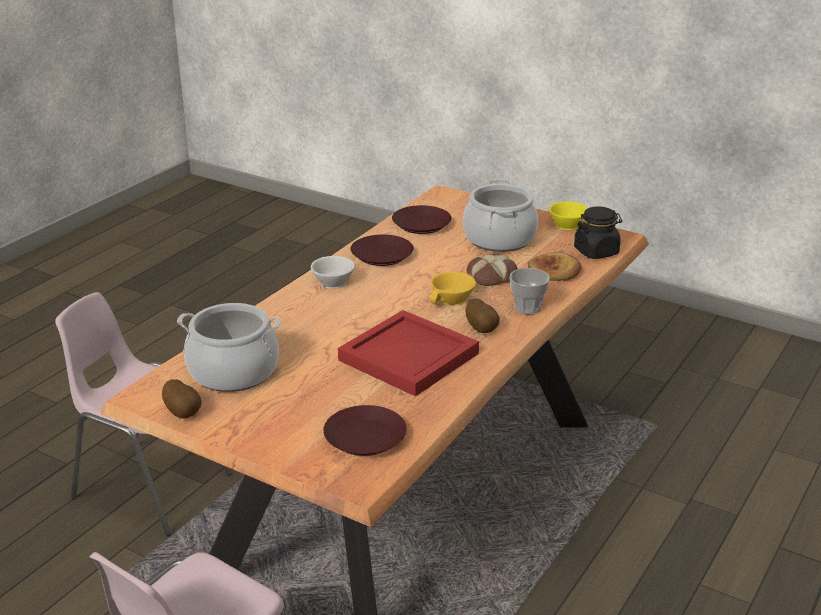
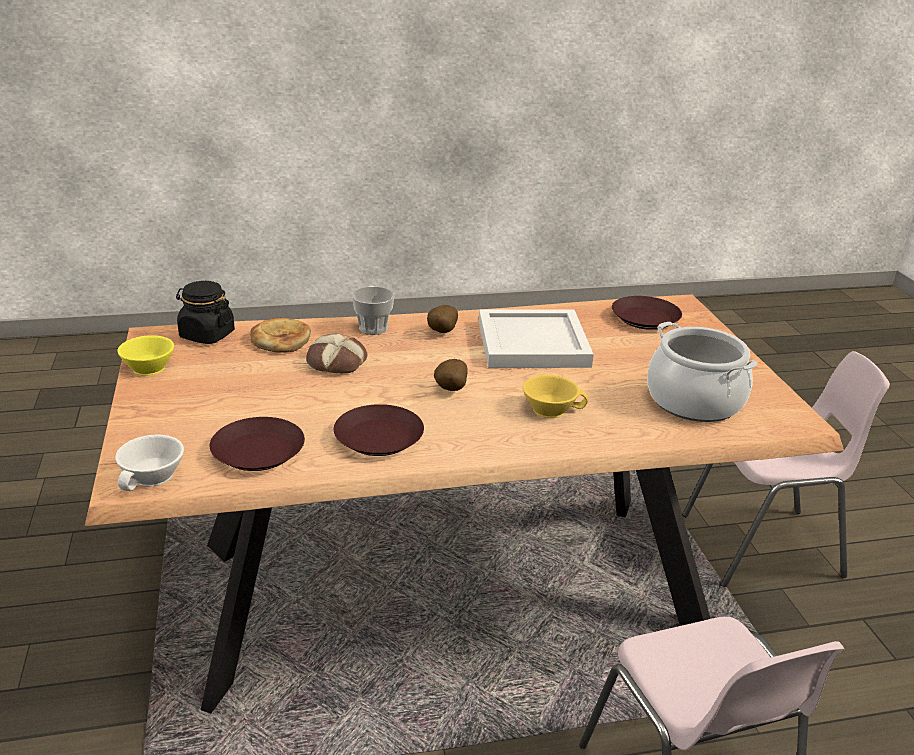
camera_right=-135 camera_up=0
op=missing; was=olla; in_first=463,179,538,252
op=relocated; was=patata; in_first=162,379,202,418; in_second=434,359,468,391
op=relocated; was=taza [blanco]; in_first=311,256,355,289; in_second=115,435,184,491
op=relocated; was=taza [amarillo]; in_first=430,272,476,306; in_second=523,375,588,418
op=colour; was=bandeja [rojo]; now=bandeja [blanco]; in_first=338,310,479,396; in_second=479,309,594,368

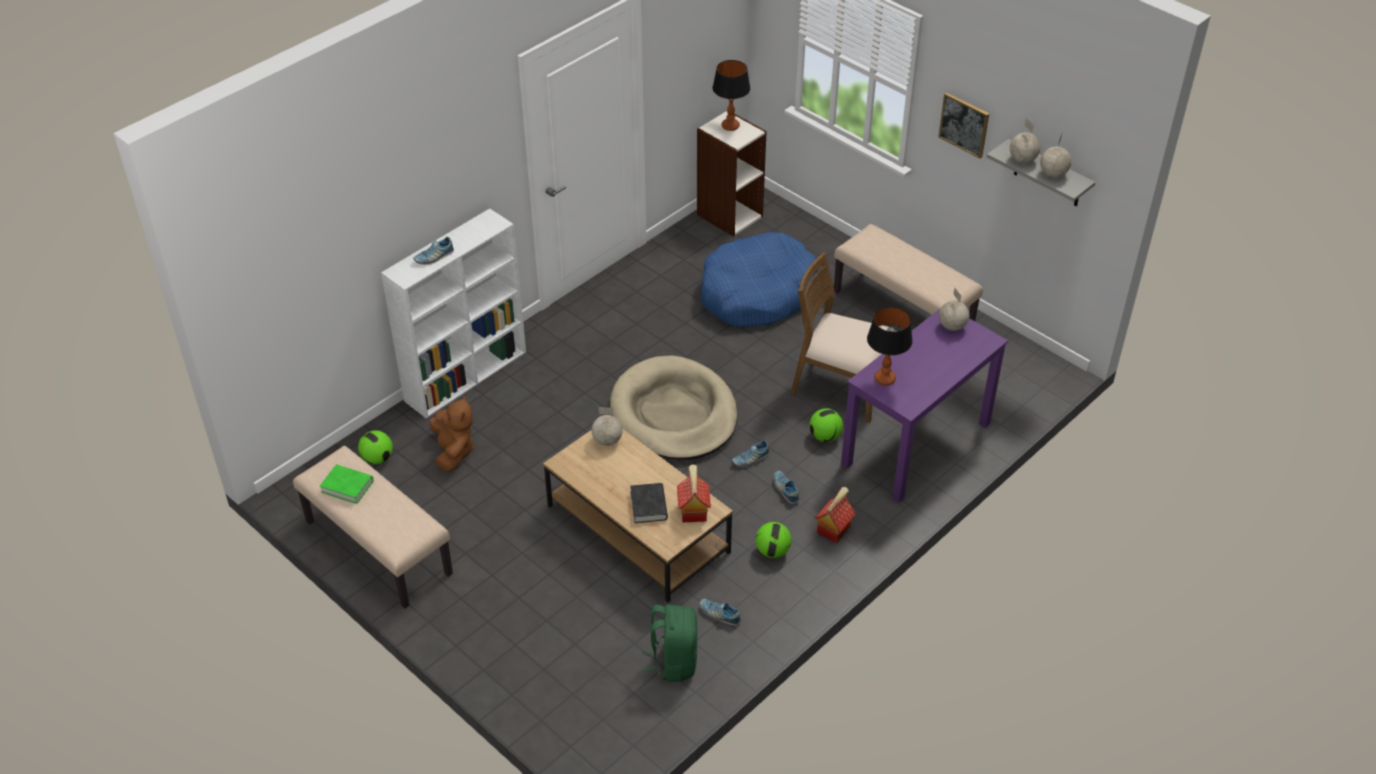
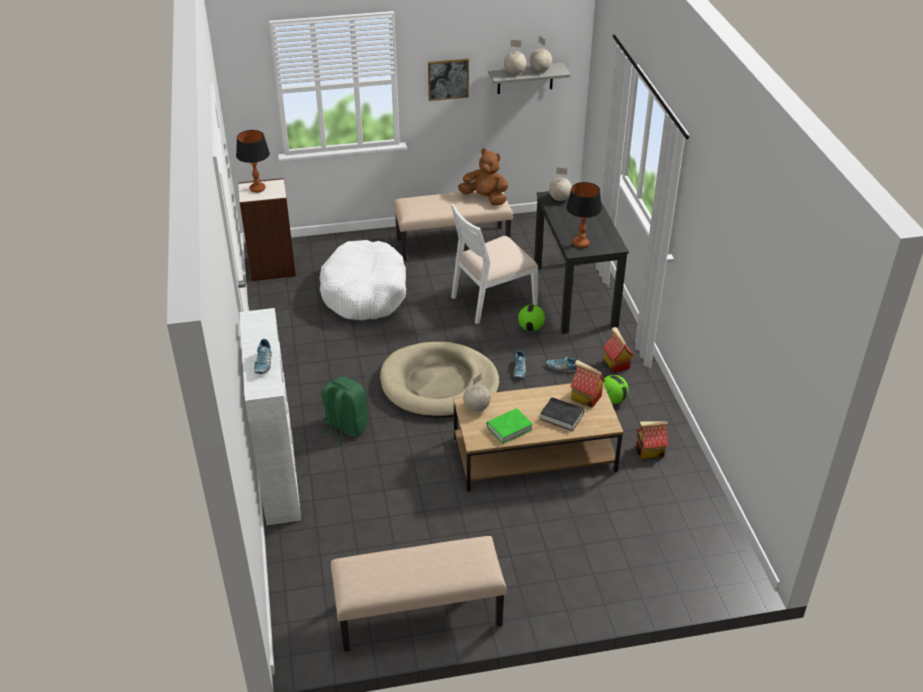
camera_right=-55 camera_up=-5
op=missing; was=balón de fútbol; in_first=358,430,393,464
op=relocated; was=libro [verde]; in_first=320,464,374,504; in_second=487,408,533,444
op=relocated; was=peluche [marrón]; in_first=430,396,474,472; in_second=458,148,509,206
op=relocated; was=mochila [verde]; in_first=643,604,697,682; in_second=322,376,368,444
op=exchanged; was=zapato; now=casita; in_first=700,599,741,626; in_second=636,422,668,460
op=colour; was=cama para perro [azul]; now=cama para perro [blanco]; in_first=701,232,818,327; in_second=320,240,406,320
op=colour; was=silla [marrón]; now=silla [blanco]; in_first=791,252,896,423; in_second=451,203,538,324
op=colour; was=escritorio [morado]; now=escritorio [negro]; in_first=841,308,1008,503; in_second=534,191,629,334

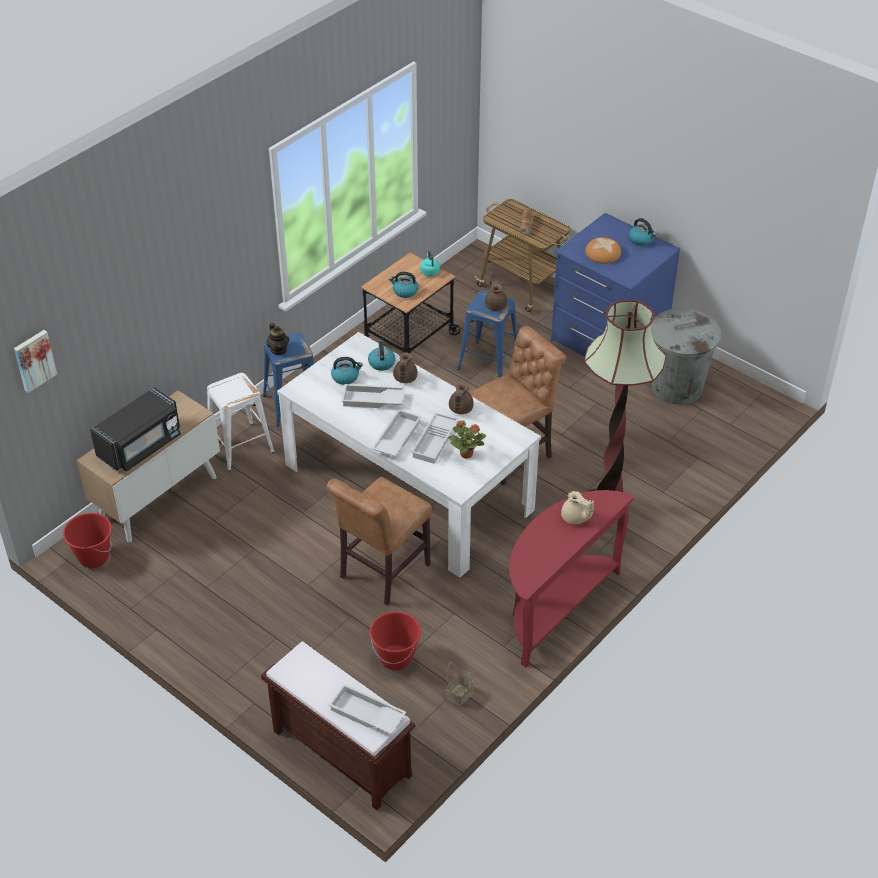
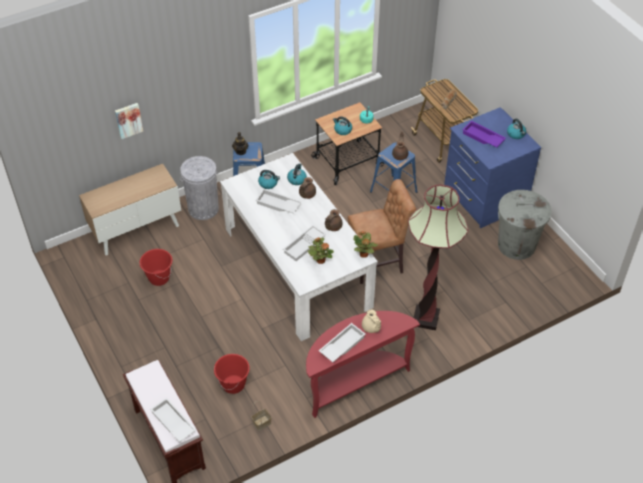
camera_right=20 camera_up=5
op=missing; was=microondas [negro]; in_first=90,387,181,472
op=missing; was=silla [marrón]; in_first=326,477,432,605
op=appeared; now=planta en maceta; in_second=354,231,378,258
op=relocated; was=cuadro; in_first=14,330,57,393; in_second=115,103,143,139
op=relocated; was=cubo [rojo]; in_first=63,513,112,568; in_second=140,249,172,286
op=relocated; was=bandeja [blanco]; in_first=371,409,422,456; in_second=319,323,366,362
op=exchanged; was=taburete [blanco]; now=papelera [gris]; in_first=207,373,275,471; in_second=180,156,219,220
op=exchanged; was=pan; now=bandeja [morado]; in_first=585,237,621,264; in_second=462,121,506,148

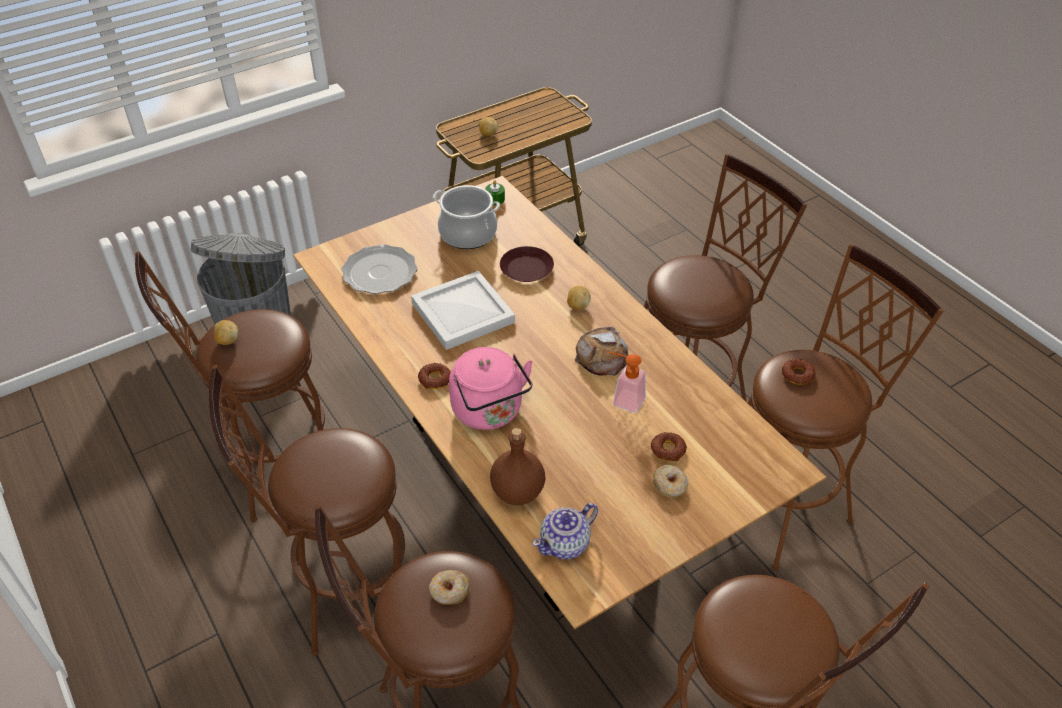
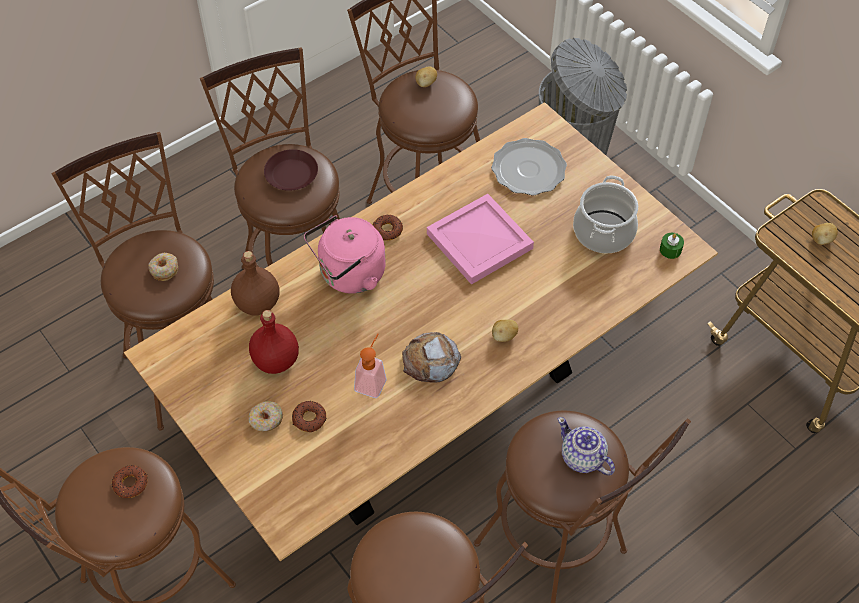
camera_right=85 camera_up=10
op=appeared; now=botella [rojo]; in_second=249,310,299,374
op=relocated; was=plato [marrón]; in_first=500,246,554,282; in_second=264,149,318,191
op=relocated; was=tetera; in_first=532,503,598,559; in_second=558,417,615,475
op=relocated; was=rosquilla; in_first=782,359,815,385; in_second=112,465,148,498
op=colour; was=bandeja [blanco]; now=bandeja [rosa]; in_first=411,271,515,350; in_second=427,194,534,285

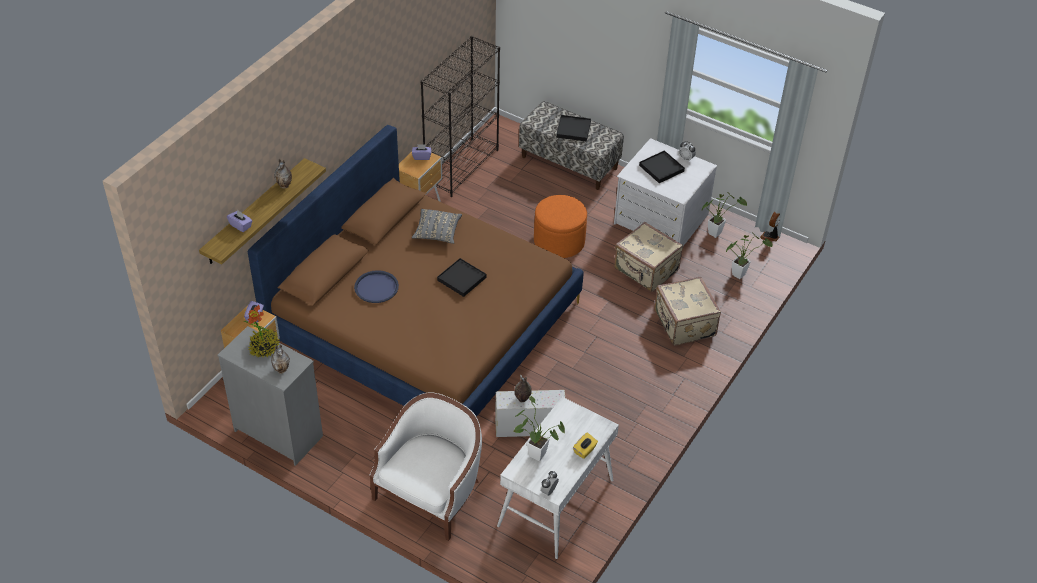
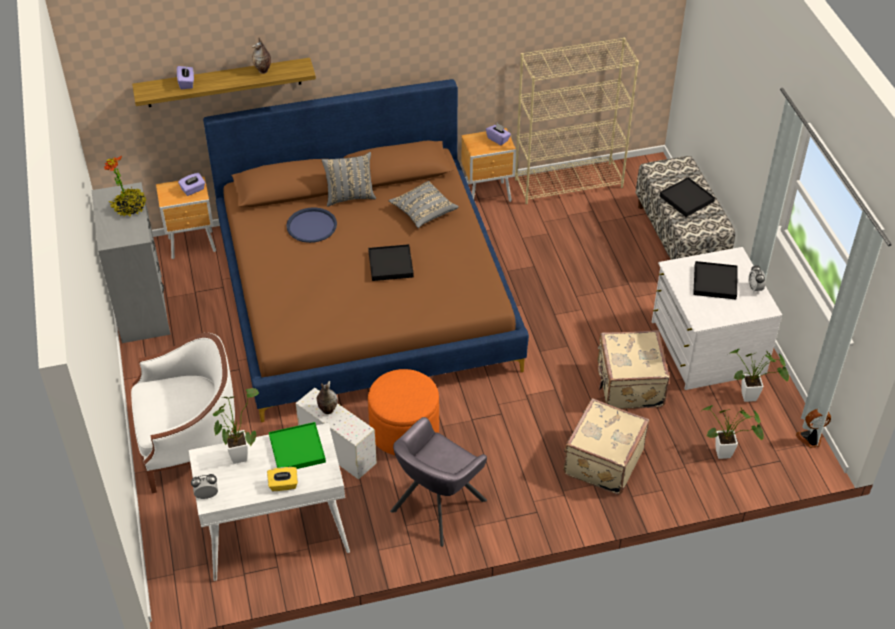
camera_right=45 camera_up=0
op=missing; was=florero; in_first=271,345,290,374
op=appeared; now=bandeja [verde]; in_second=269,422,326,469
op=appeared; now=cojín [gris]; in_second=321,152,376,207
op=appeared; now=sillón [gris]; in_second=390,417,487,547
op=relocated; was=puf [naranja]; in_first=534,195,587,258; in_second=368,369,439,455
op=colour; was=estantería [negro]; now=estantería [beis]; in_first=421,36,500,197; in_second=515,38,639,204

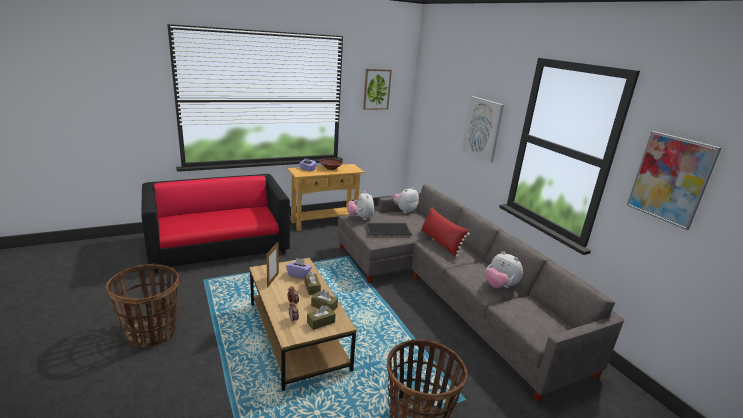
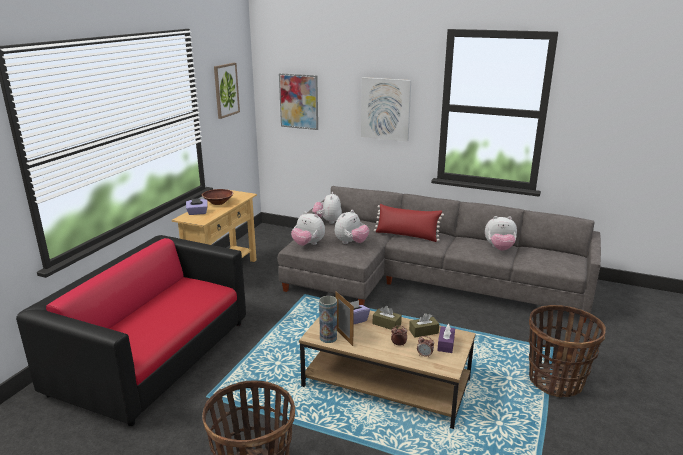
camera_right=-40 camera_up=0
op=appeared; now=florero; in_second=319,296,337,343
op=relocated; was=cuadro; in_first=627,131,721,230; in_second=279,73,318,130
op=exchanged; was=bandeja; now=peluche; in_first=366,223,412,235; in_second=335,210,369,244
op=colour; was=caja de pañuelos [marrón]; now=caja de pañuelos [morado]; in_first=307,305,336,330; in_second=437,324,455,353

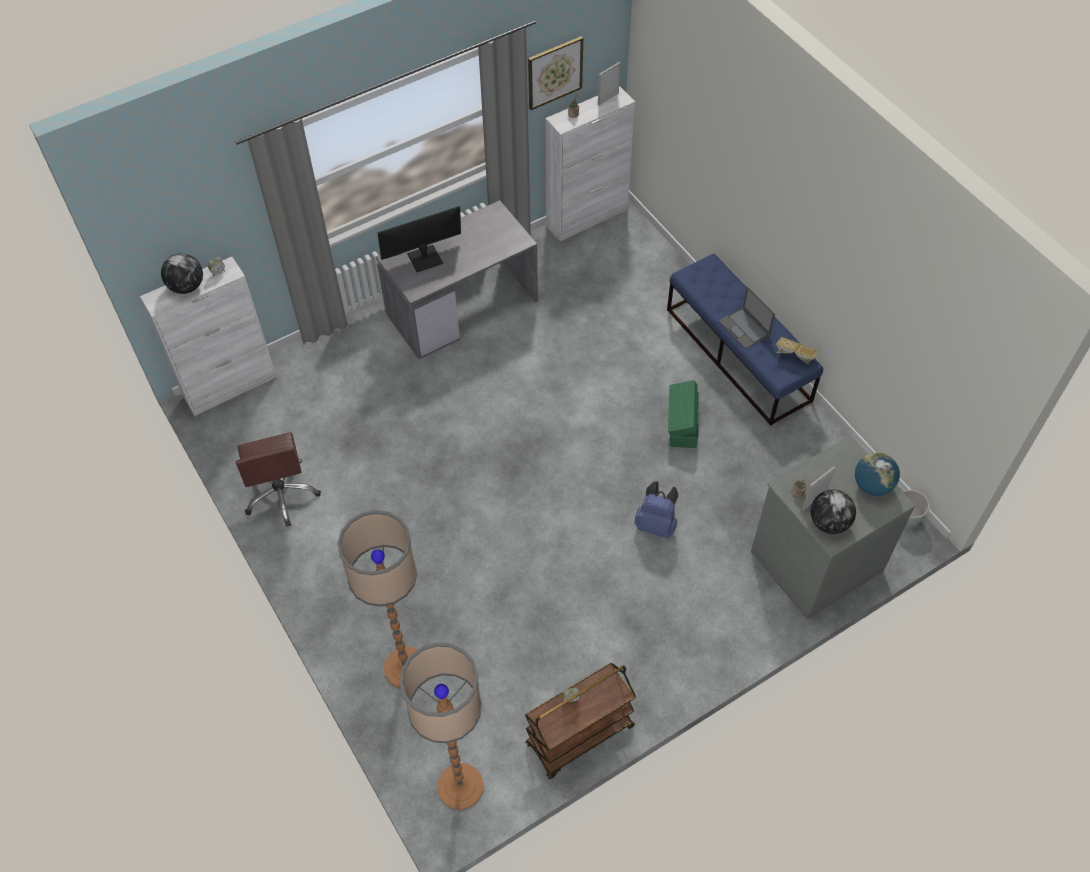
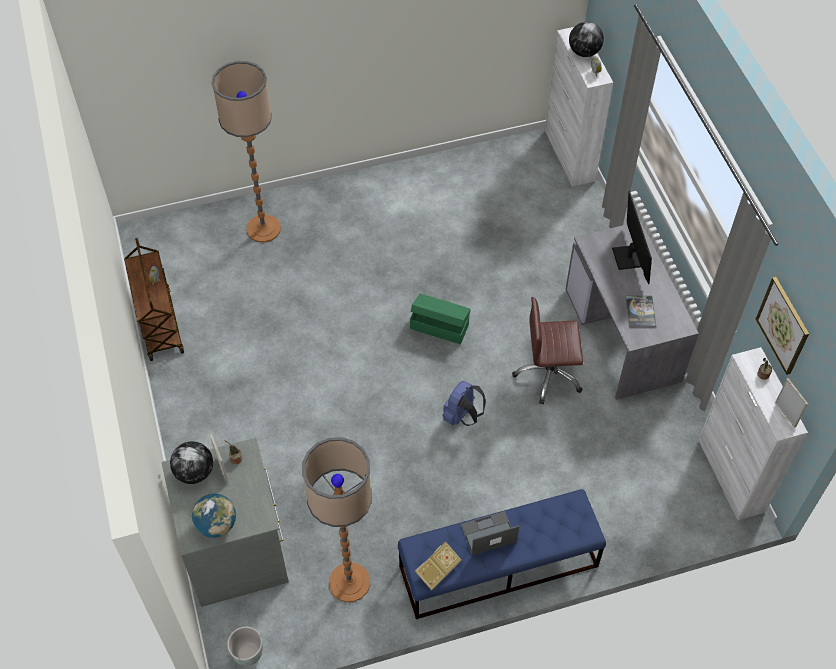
camera_right=105 camera_up=0
op=appeared; now=libro; in_second=626,296,656,327
op=relocated; was=silla de oficina [marrón]; in_first=236,432,321,527; in_second=512,297,583,405
op=relocated; was=lámpara de pie; in_first=400,643,484,810; in_second=302,437,372,602
op=relocated; was=mochila [azul]; in_first=634,481,678,538; in_second=442,381,486,426
op=relocated; was=caja de almacenaje [verde]; in_first=668,380,699,448; in_second=410,294,471,344

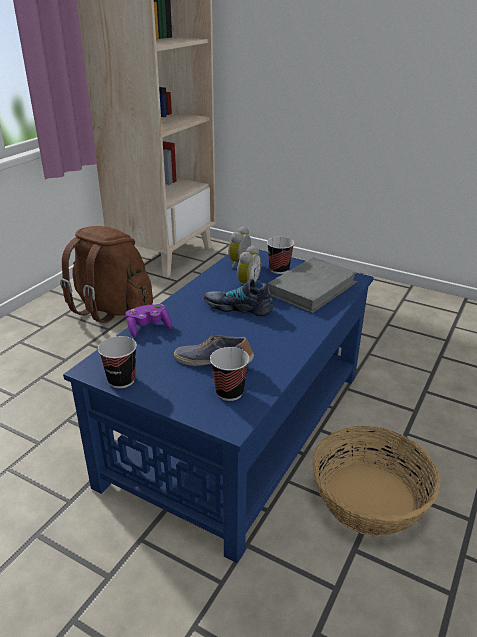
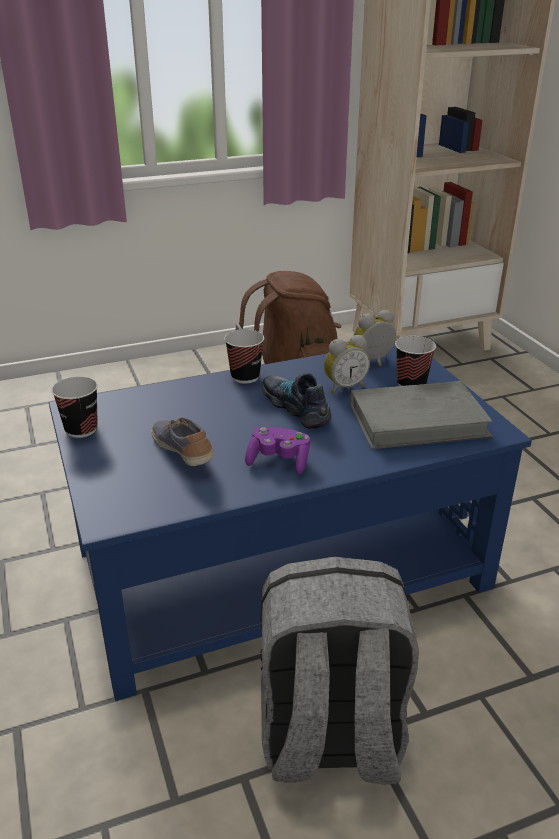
camera_right=40 camera_up=0
op=relocated; was=mando de consola [morado]; in_first=125,304,172,337; in_second=245,427,310,474
op=relocated; was=taza; in_first=210,347,249,401; in_second=224,329,264,384
op=exchanged; was=cesta; now=mochila [gris]; in_first=312,426,440,536; in_second=261,557,419,784

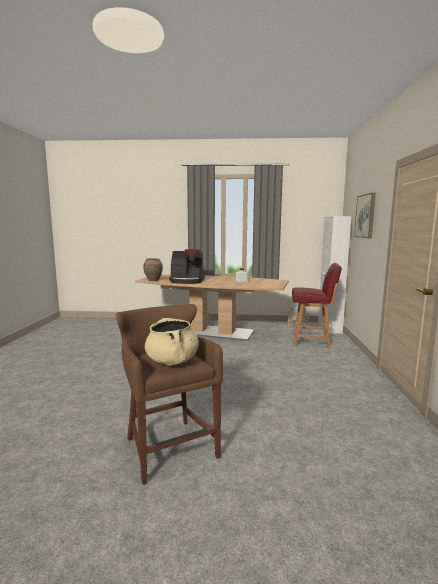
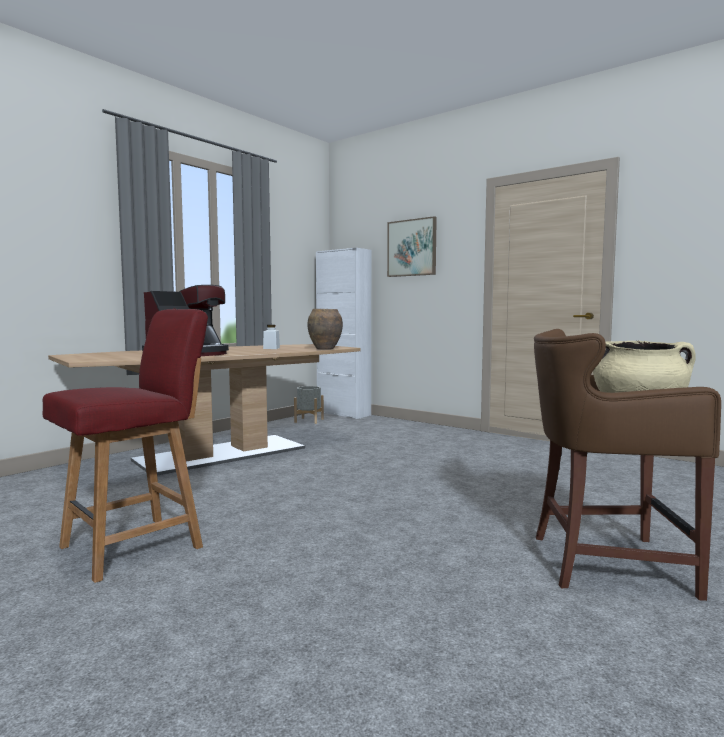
camera_right=-55 camera_up=-5
op=relocated; was=florero [marrón]; in_first=143,258,163,281; in_second=307,309,343,349
op=relocated; was=silla [rojo]; in_first=292,263,342,349; in_second=42,309,208,583

